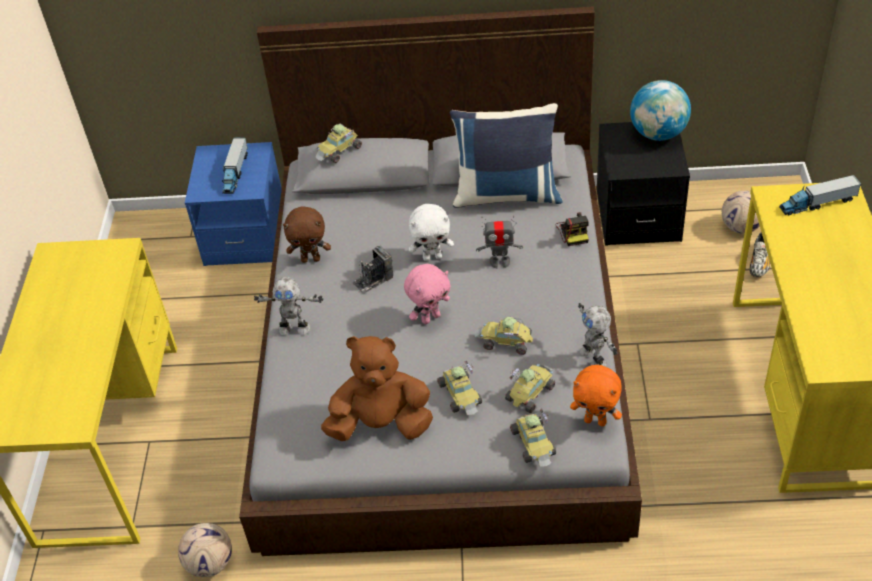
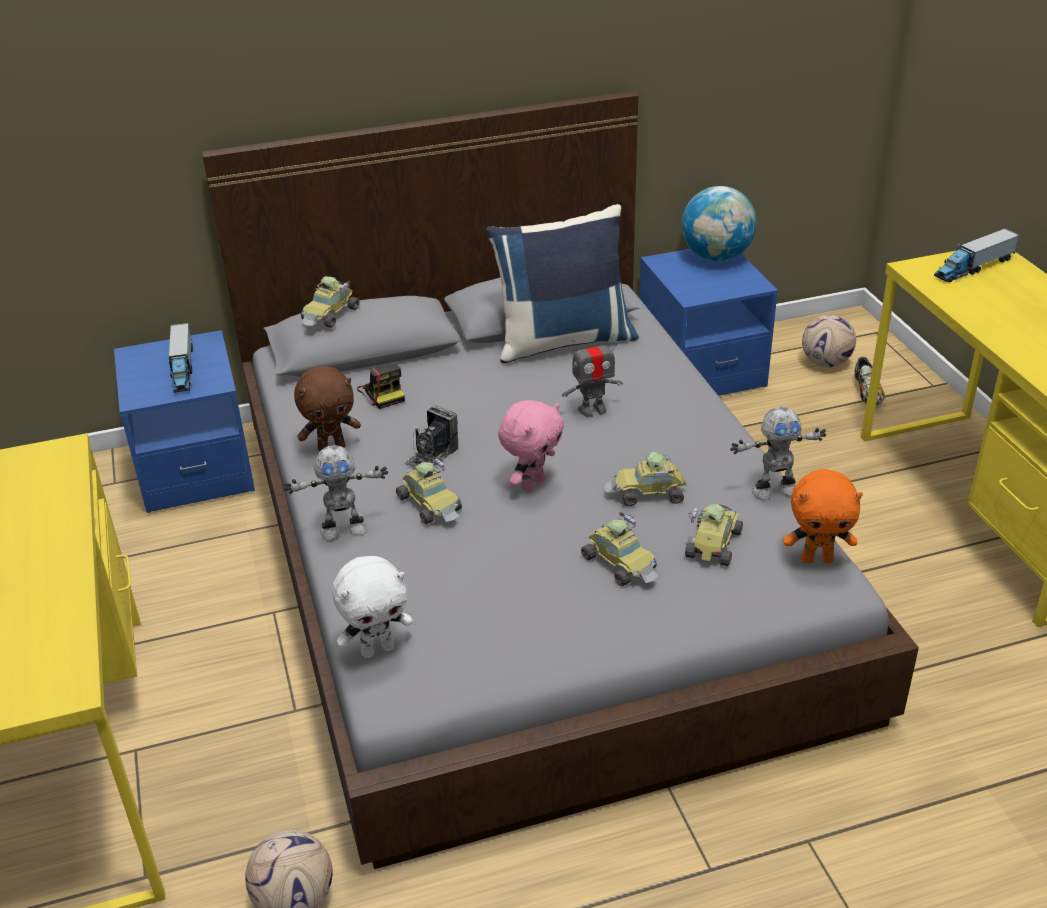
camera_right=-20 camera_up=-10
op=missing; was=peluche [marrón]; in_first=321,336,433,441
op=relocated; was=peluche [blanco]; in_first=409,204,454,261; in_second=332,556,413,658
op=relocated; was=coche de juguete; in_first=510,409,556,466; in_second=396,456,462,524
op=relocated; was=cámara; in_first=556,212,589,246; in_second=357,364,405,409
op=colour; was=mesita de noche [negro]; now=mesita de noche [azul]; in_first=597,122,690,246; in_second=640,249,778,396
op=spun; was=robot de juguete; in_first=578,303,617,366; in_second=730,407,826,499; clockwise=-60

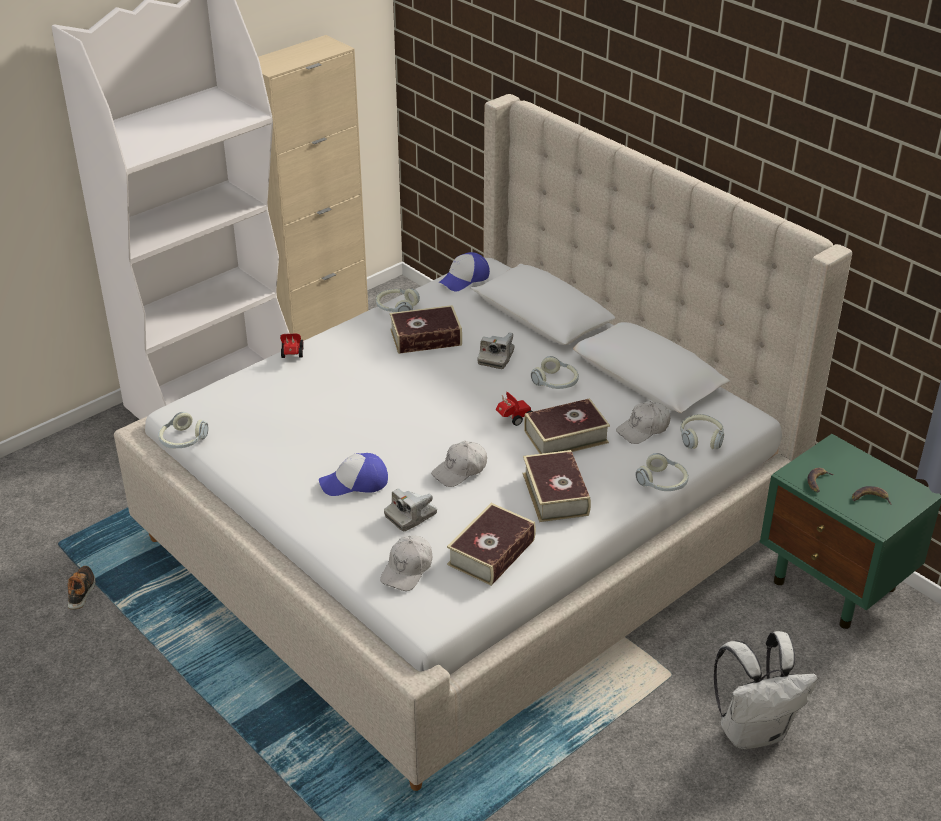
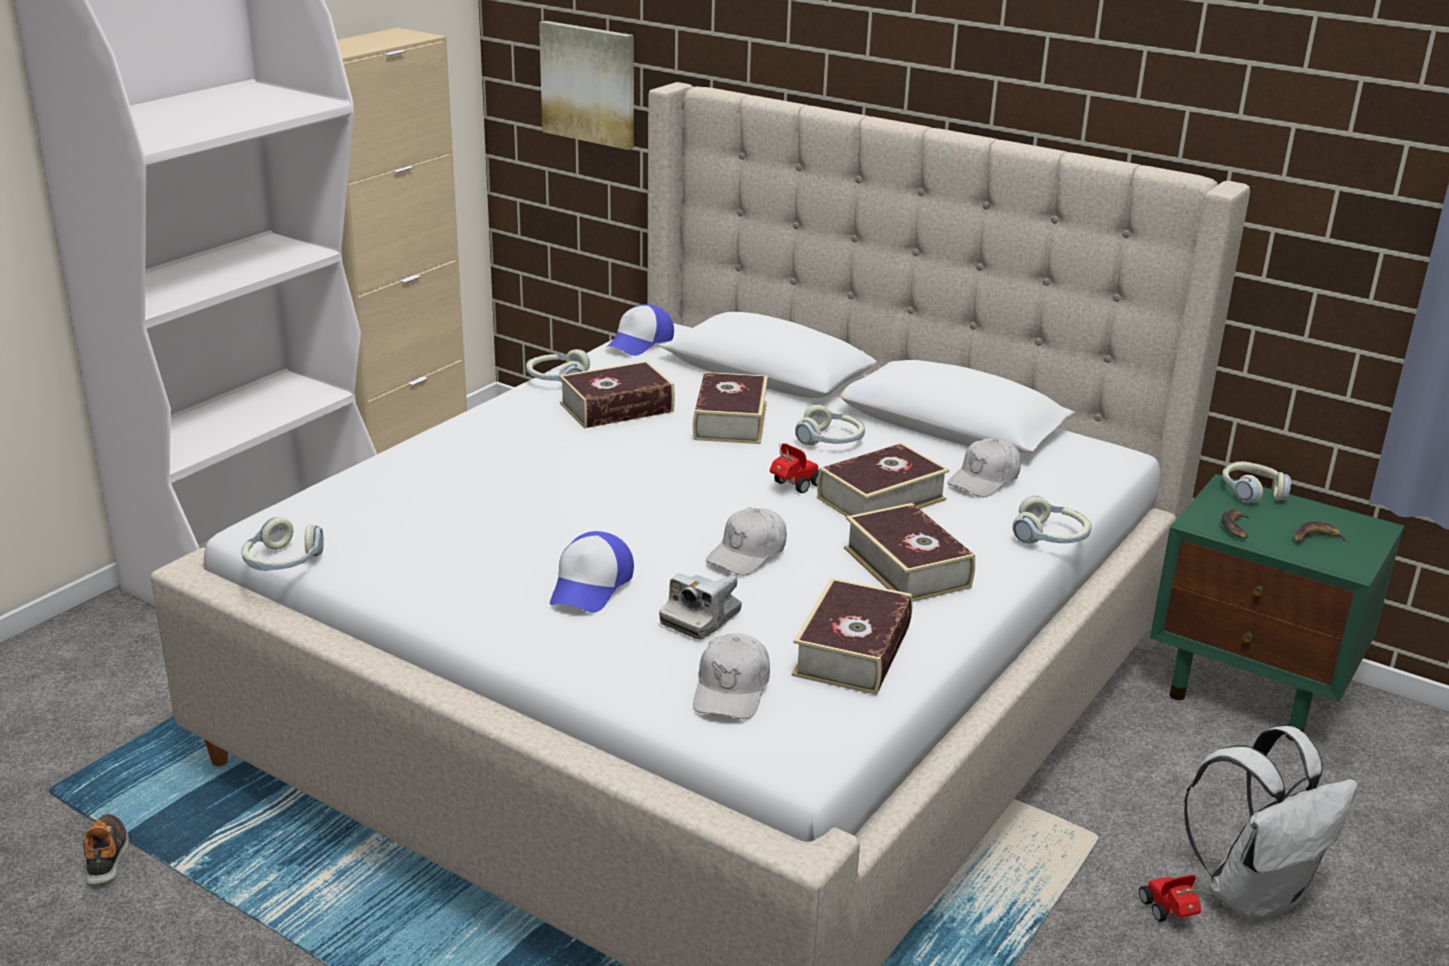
camera_right=-15 camera_up=-10
op=appeared; now=cuadro; in_second=539,21,634,150
op=relocated; was=coche de juguete; in_first=280,334,304,358; in_second=1139,875,1201,922
op=relocated; was=auriculares; in_first=680,414,724,449; in_second=1222,461,1291,503
op=exchanged; was=cámara; now=libro; in_first=478,332,515,369; in_second=693,372,768,444
op=spun; was=gorra; in_first=319,453,388,496; in_second=550,531,634,613; clockwise=-45

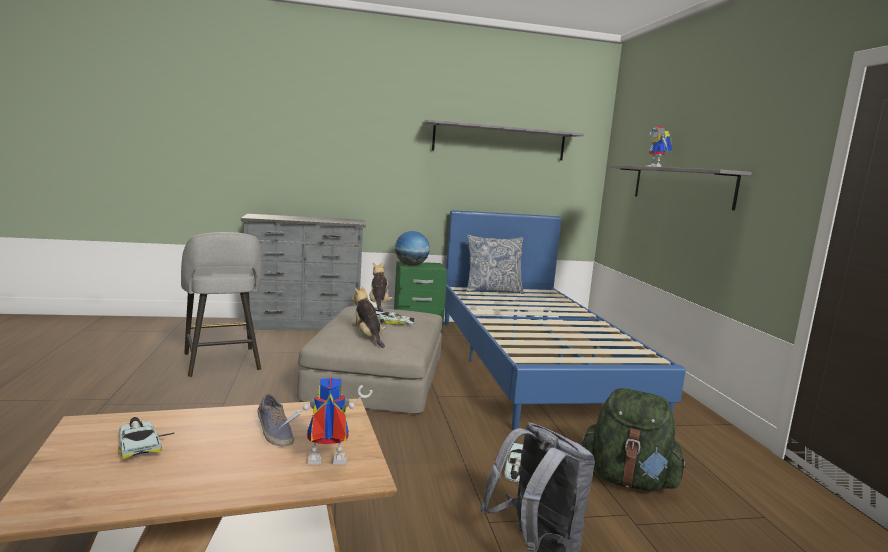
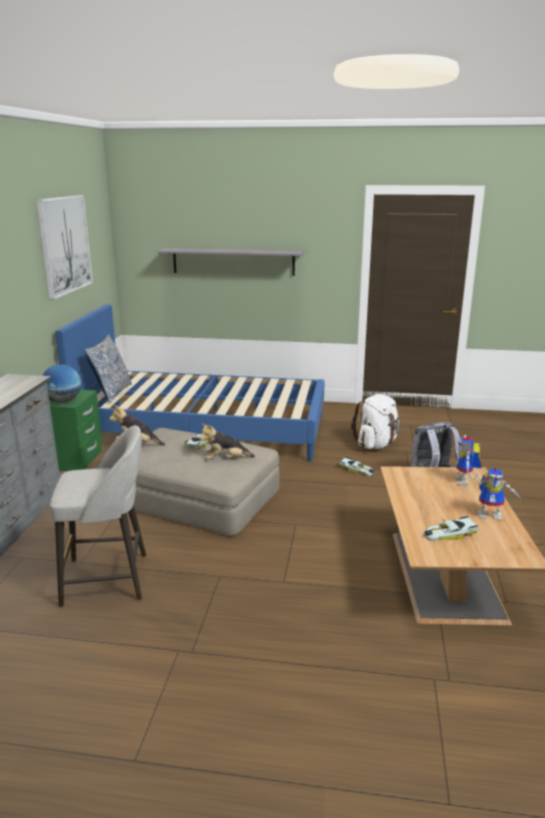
camera_right=-70 camera_up=10
op=missing; was=zapato; in_first=258,393,294,446
op=relocated; was=robot de juguete; in_first=646,125,672,167; in_second=469,468,523,520
op=exchanged; was=estante [gris]; now=cuadro; in_first=423,119,584,160; in_second=36,195,93,300
op=colour; was=mochila [verde]; now=mochila [blanco]; in_first=582,388,687,491; in_second=351,394,399,449

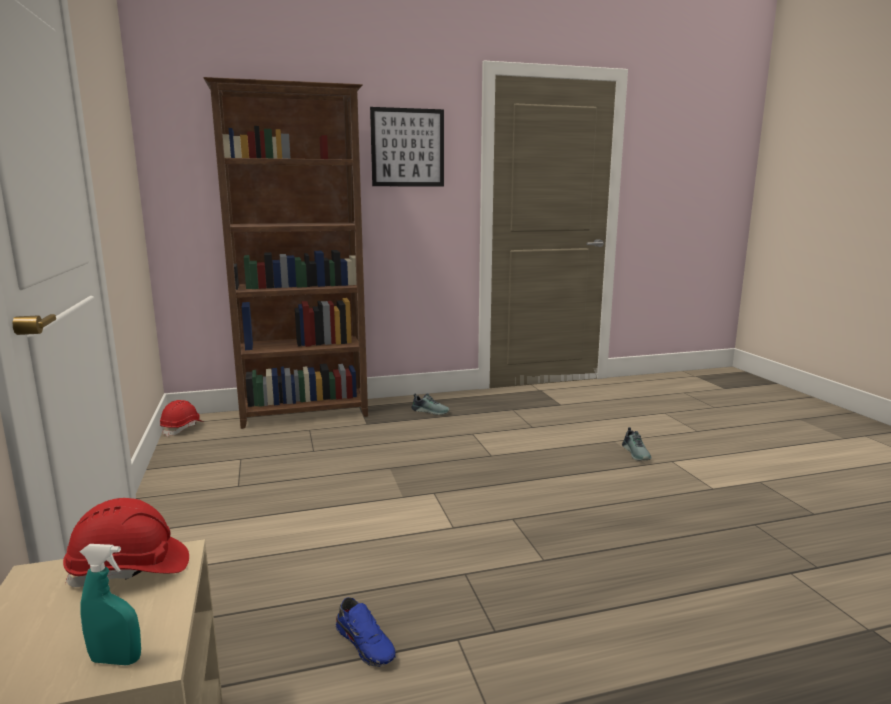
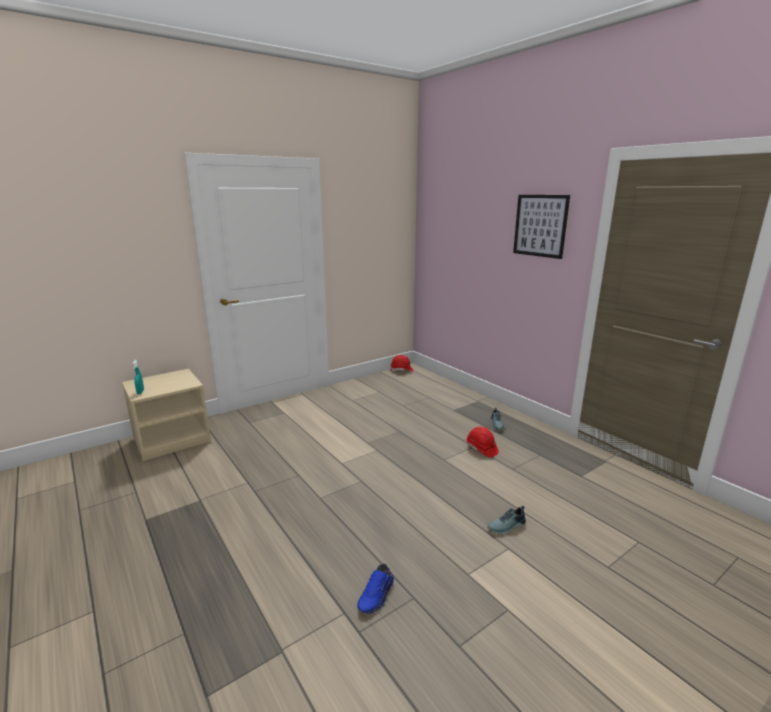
camera_right=70 camera_up=5
op=missing; was=estantería [marrón]; in_first=203,77,368,429
op=relocated; was=casco [rojo]; in_first=63,498,189,587; in_second=466,427,499,457
op=relocated; was=zapato [azul]; in_first=336,597,396,667; in_second=357,564,394,614

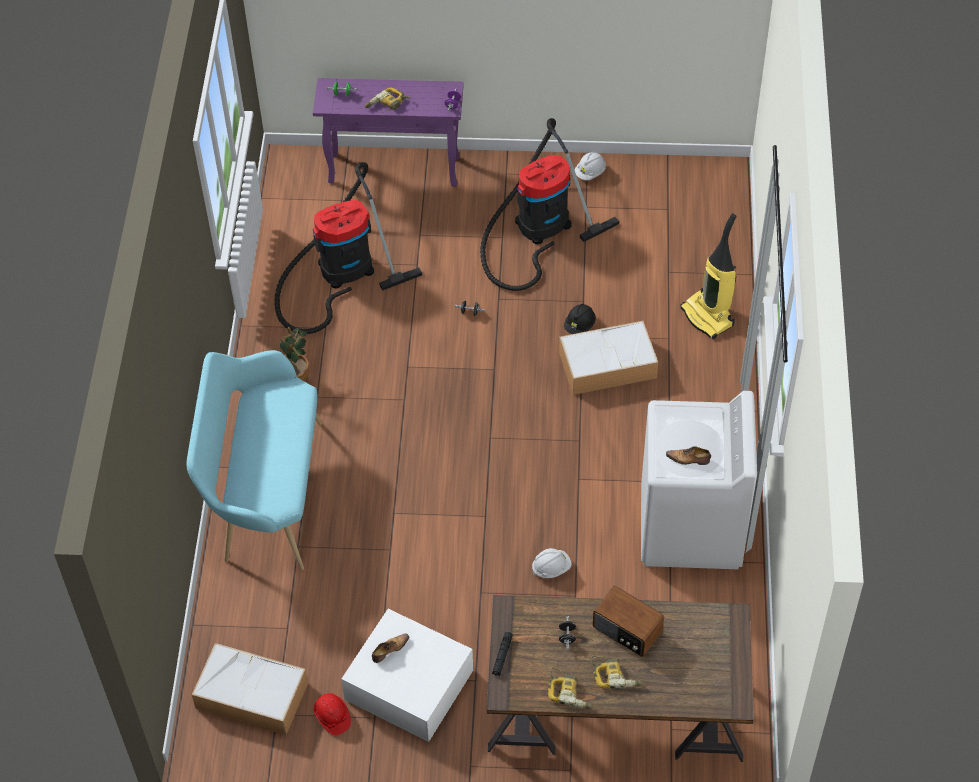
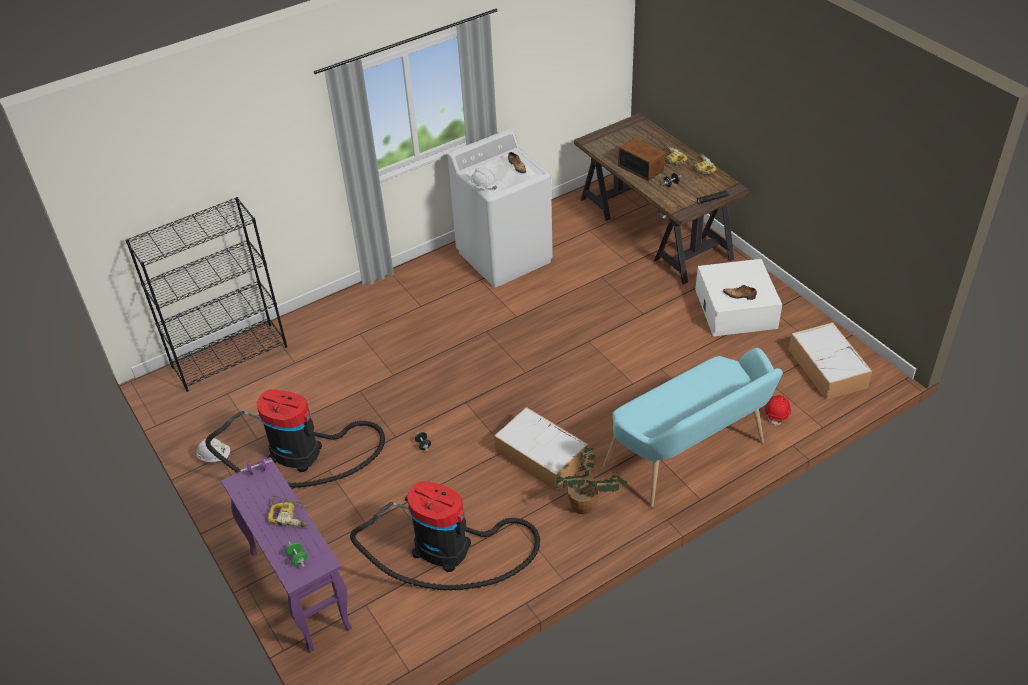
camera_right=-125 camera_up=-10
op=missing; was=casco [negro]; in_first=564,304,596,334
op=missing; was=aspiradora; in_first=680,213,737,339
op=appeared; now=estantería [negro]; in_second=125,197,287,392
op=relocated; was=casco [rojo]; in_first=314,693,351,735; in_second=765,395,791,426
op=relocated; was=casco [blanco]; in_first=532,548,571,578; in_second=468,167,497,190
op=relocated; was=caja de almacenaje; in_first=559,321,658,395; in_second=494,407,588,491
op=spun; was=radio; in_first=593,586,664,657; in_second=618,138,665,181; clockwise=-45

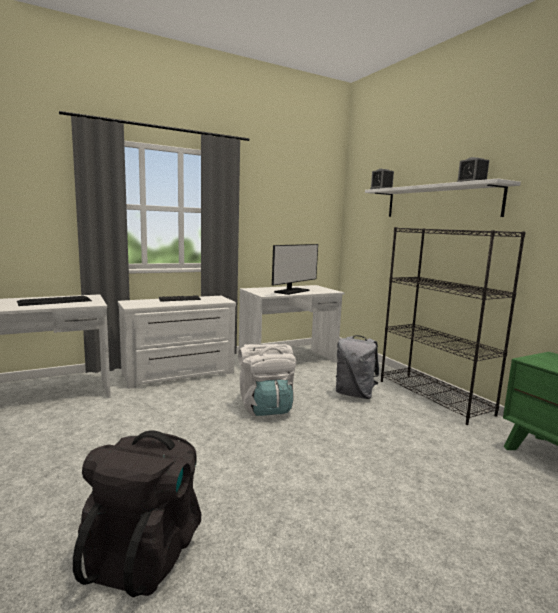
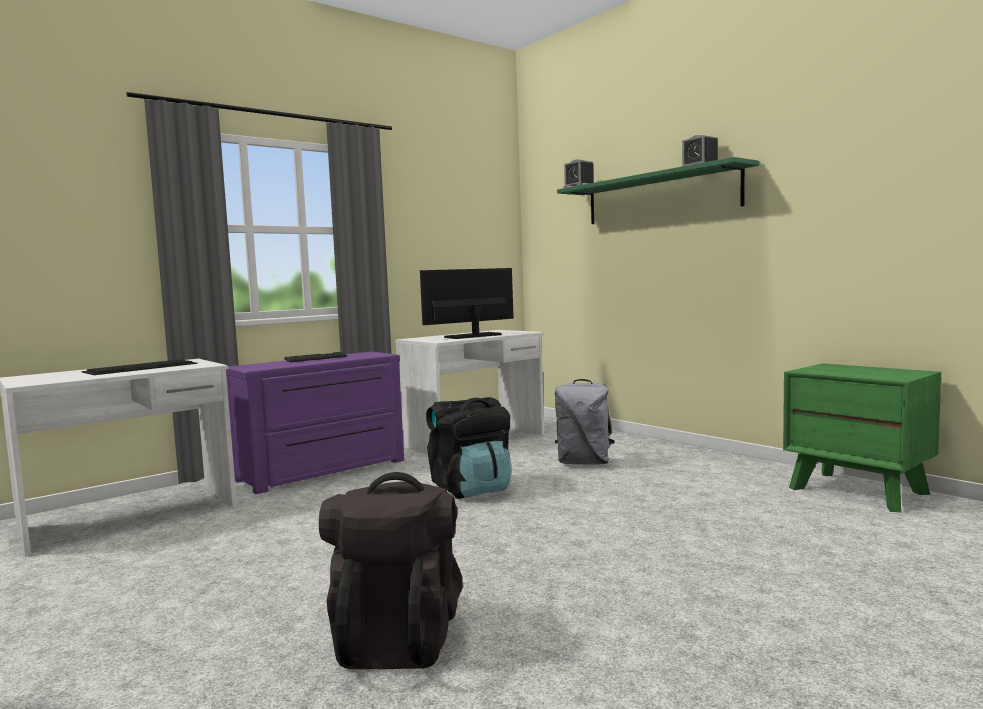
camera_right=-10 camera_up=-5
op=missing; was=estantería [negro]; in_first=381,227,526,425
op=colour; was=cómoda [blanco]; now=cómoda [morado]; in_first=118,296,236,389; in_second=226,351,404,494
op=colour; was=mochila [blanco]; now=mochila [negro]; in_first=238,344,296,416; in_second=426,397,511,499
op=colour; was=estante [blanco]; now=estante [verde]; in_first=365,179,521,217; in_second=557,157,759,224
op=spun; was=monitor; in_first=272,244,318,295; in_second=420,268,514,339; clockwise=-150

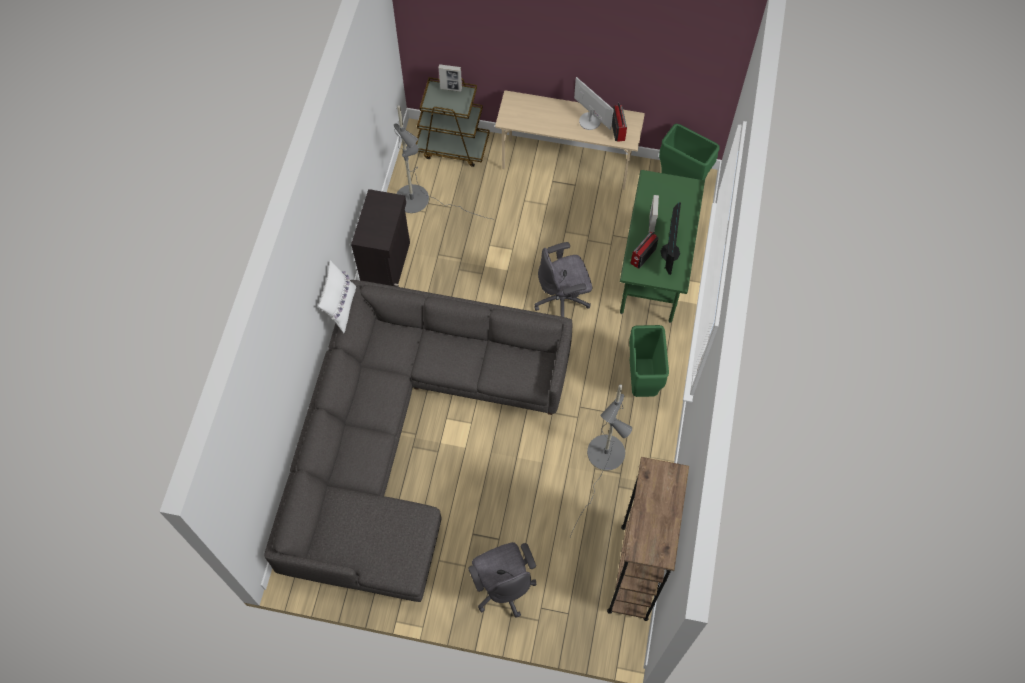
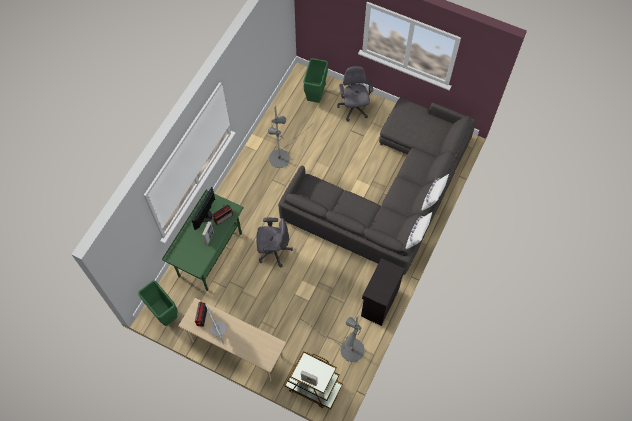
camera_right=-165 camera_up=0
op=missing; was=estantería [marrón]; in_first=607,457,689,621
op=appeared; now=cojín [blanco]; in_second=422,174,449,211
op=relocated; was=papelera [verde]; in_first=629,325,669,397; in_second=303,58,328,103

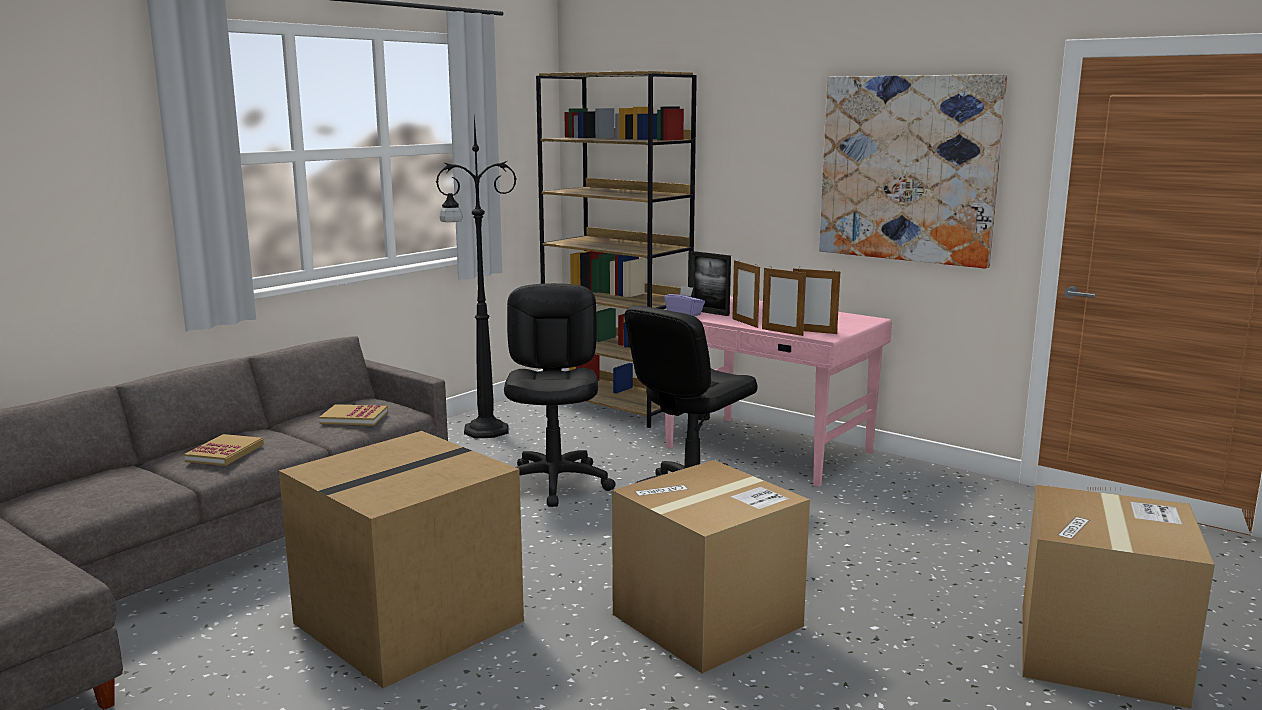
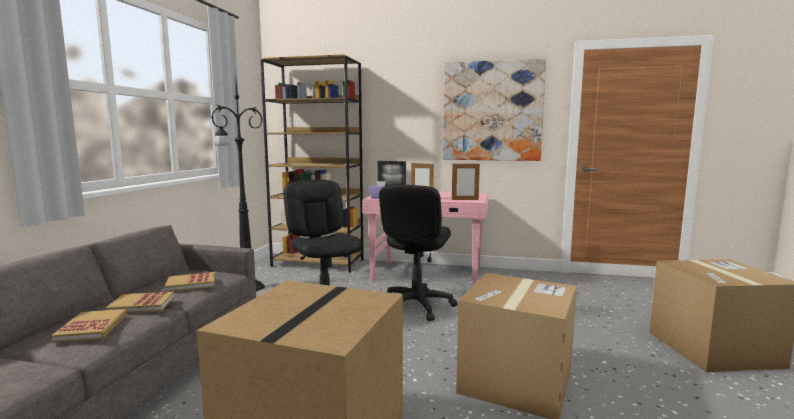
camera_right=-25 camera_up=-5
op=missing; was=portarretratos; in_first=762,266,806,336
op=appeared; now=libro; in_second=105,291,175,313

